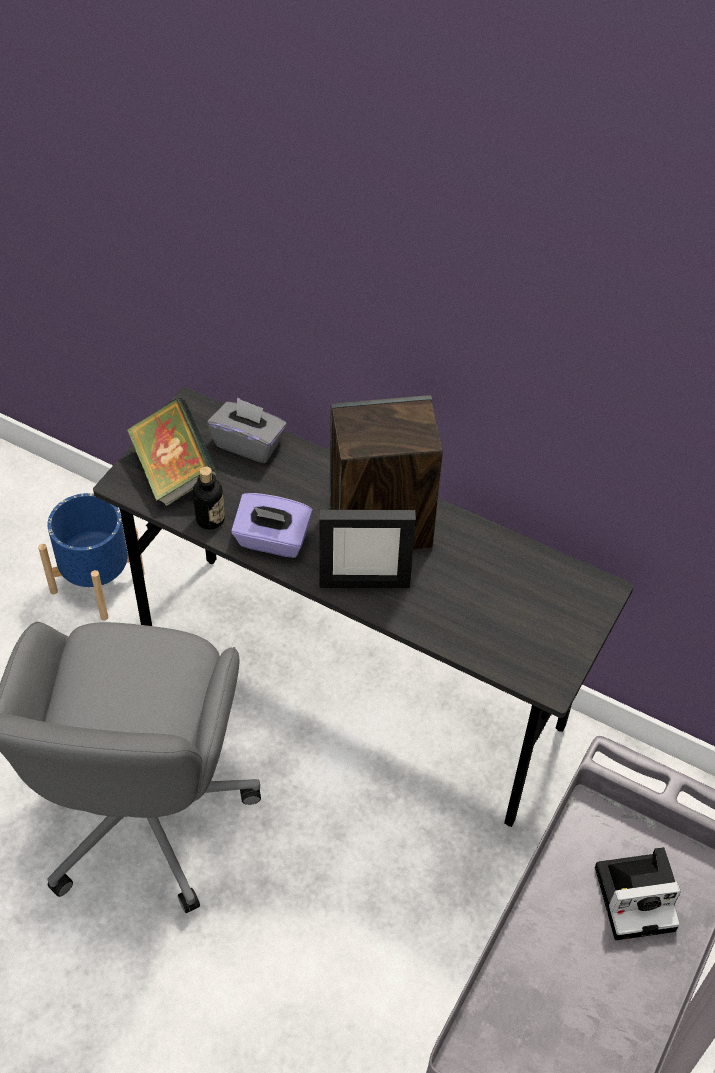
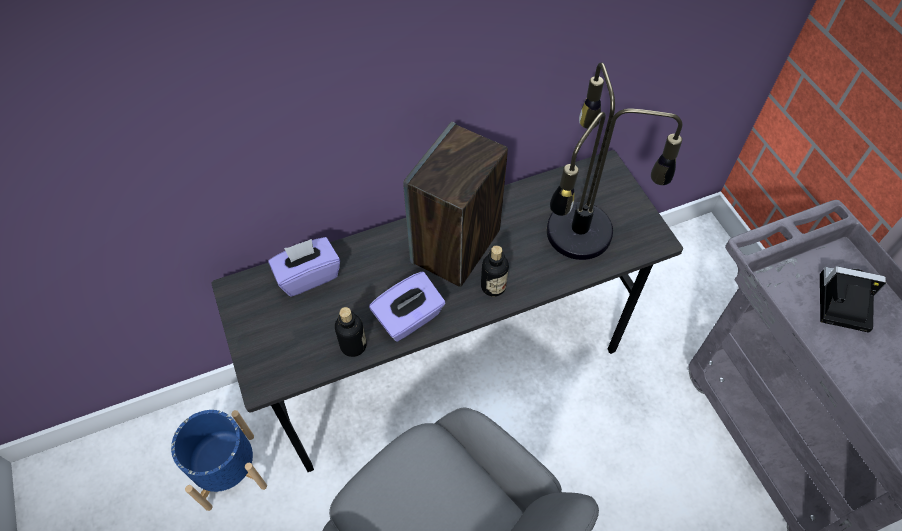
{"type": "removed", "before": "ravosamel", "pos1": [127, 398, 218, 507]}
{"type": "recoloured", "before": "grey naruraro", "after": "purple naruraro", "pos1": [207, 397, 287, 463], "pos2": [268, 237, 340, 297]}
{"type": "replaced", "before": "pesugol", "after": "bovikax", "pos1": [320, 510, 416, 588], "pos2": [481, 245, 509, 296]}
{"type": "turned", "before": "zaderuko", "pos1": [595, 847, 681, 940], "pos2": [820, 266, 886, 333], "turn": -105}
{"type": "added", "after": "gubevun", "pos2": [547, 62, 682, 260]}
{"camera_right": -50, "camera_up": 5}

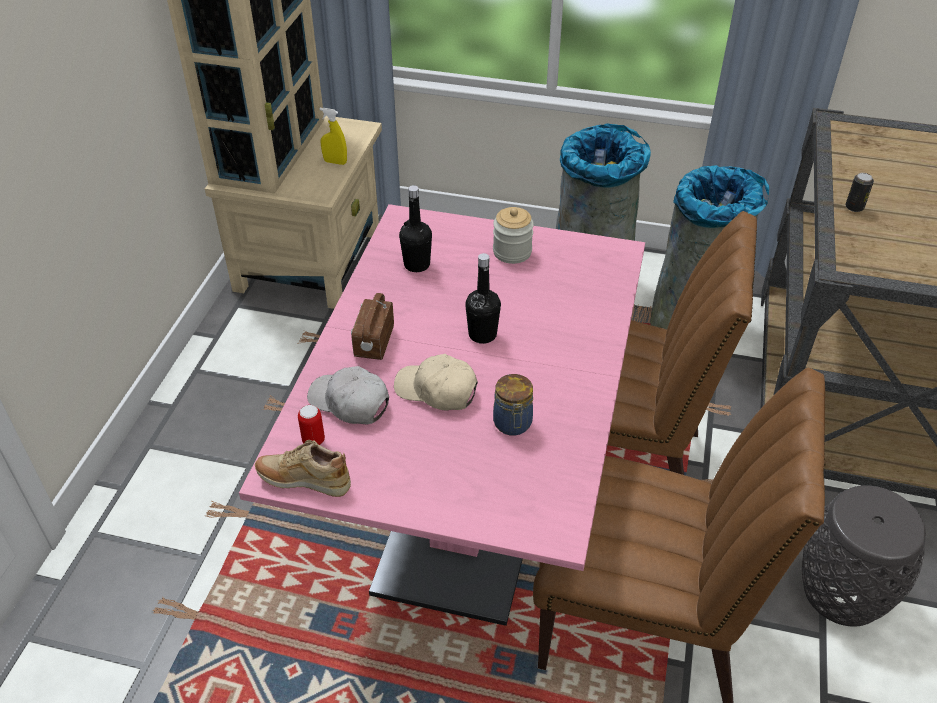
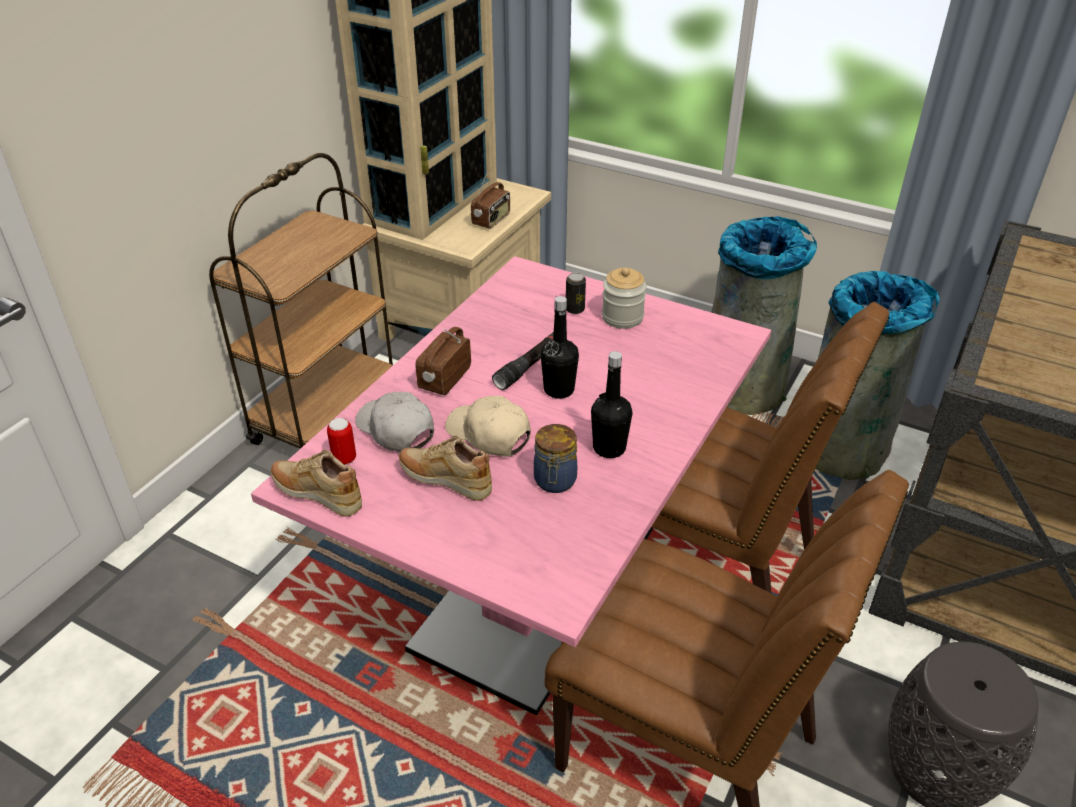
{"type": "replaced", "before": "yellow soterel", "after": "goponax", "pos1": [320, 108, 347, 165], "pos2": [471, 170, 510, 229]}
{"type": "moved", "before": "black bovikax", "pos1": [399, 185, 432, 272], "pos2": [591, 351, 632, 458]}
{"type": "moved", "before": "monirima", "pos1": [845, 173, 874, 212], "pos2": [566, 273, 586, 314]}
{"type": "added", "after": "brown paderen", "pos2": [209, 153, 393, 449]}
{"type": "added", "after": "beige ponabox", "pos2": [399, 435, 492, 501]}
{"type": "added", "after": "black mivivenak", "pos2": [492, 332, 554, 390]}
{"camera_right": 15, "camera_up": -5}

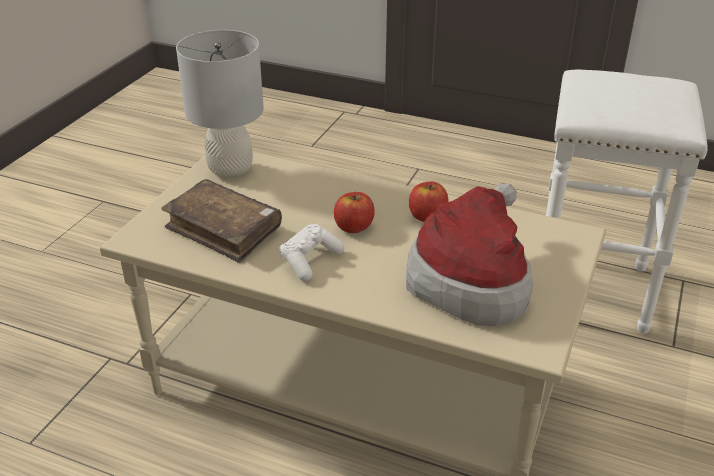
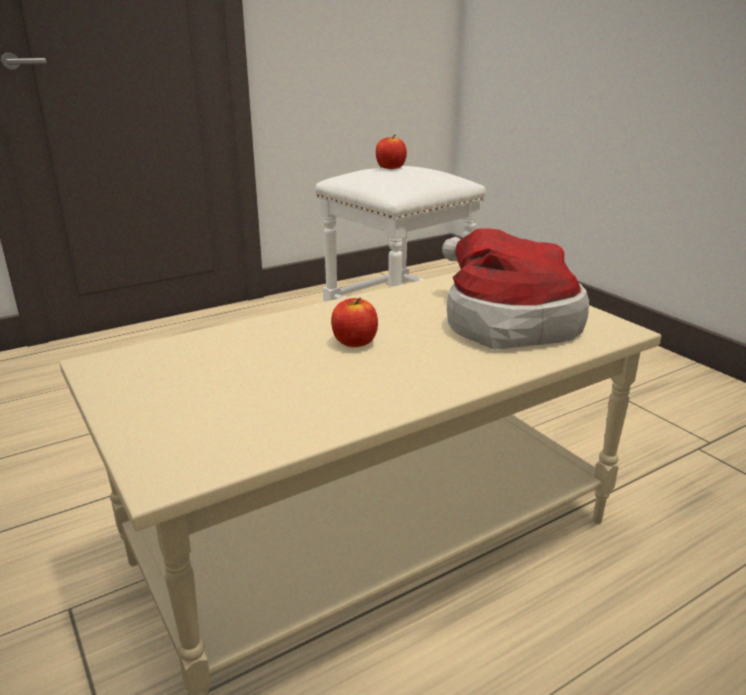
{"type": "removed", "before": "brown ravosamel", "pos1": [161, 179, 282, 263]}
{"type": "removed", "before": "grey gubevun", "pos1": [176, 30, 264, 178]}
{"type": "removed", "before": "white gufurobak", "pos1": [279, 224, 344, 281]}
{"type": "moved", "before": "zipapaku", "pos1": [409, 181, 448, 222], "pos2": [376, 135, 407, 169]}
{"camera_right": -55, "camera_up": -10}

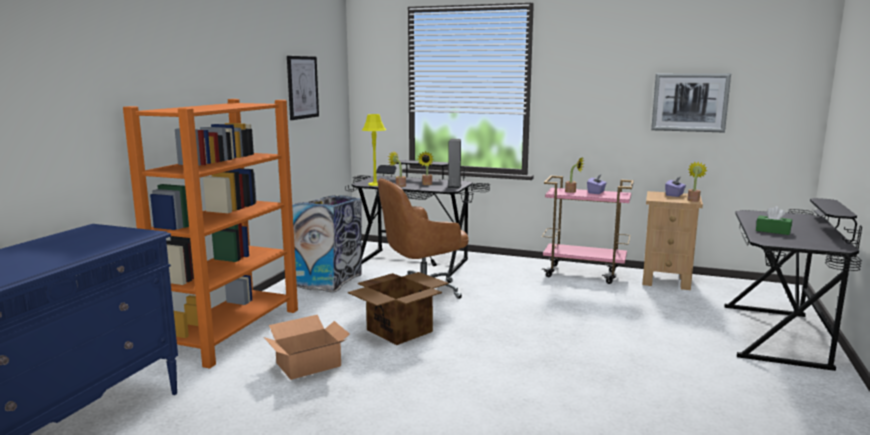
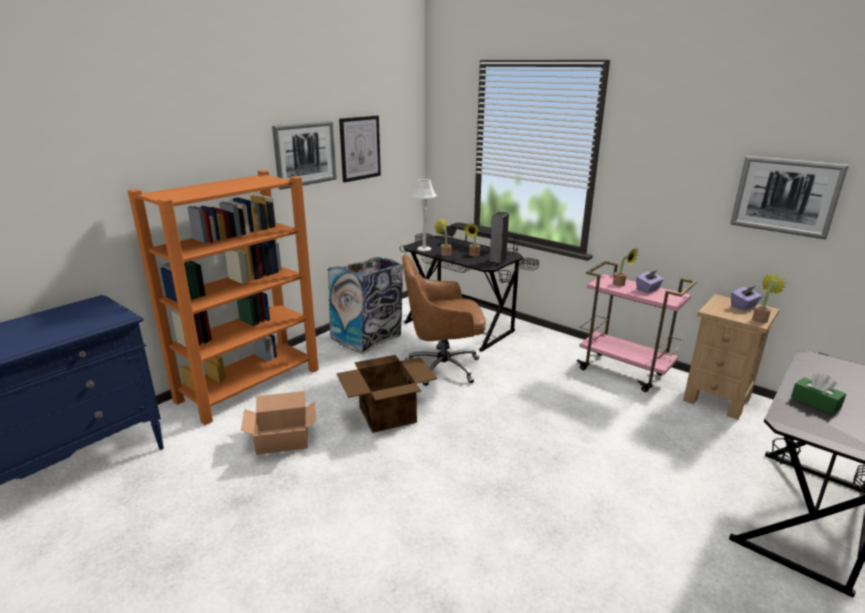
{"type": "recoloured", "before": "yellow gubevun", "after": "white gubevun", "pos1": [362, 114, 386, 186], "pos2": [411, 179, 437, 252]}
{"type": "added", "after": "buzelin", "pos2": [272, 121, 337, 190]}
{"camera_right": 20, "camera_up": 10}

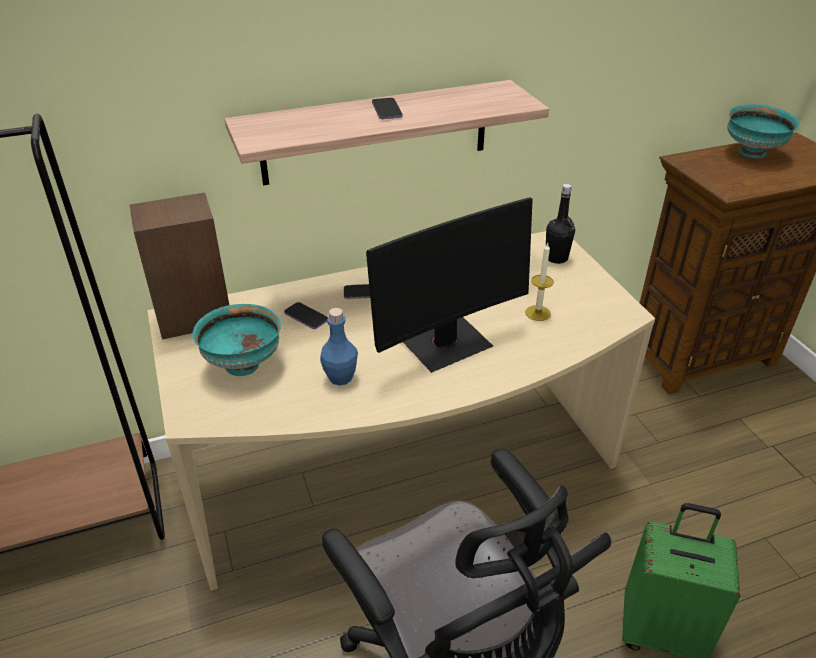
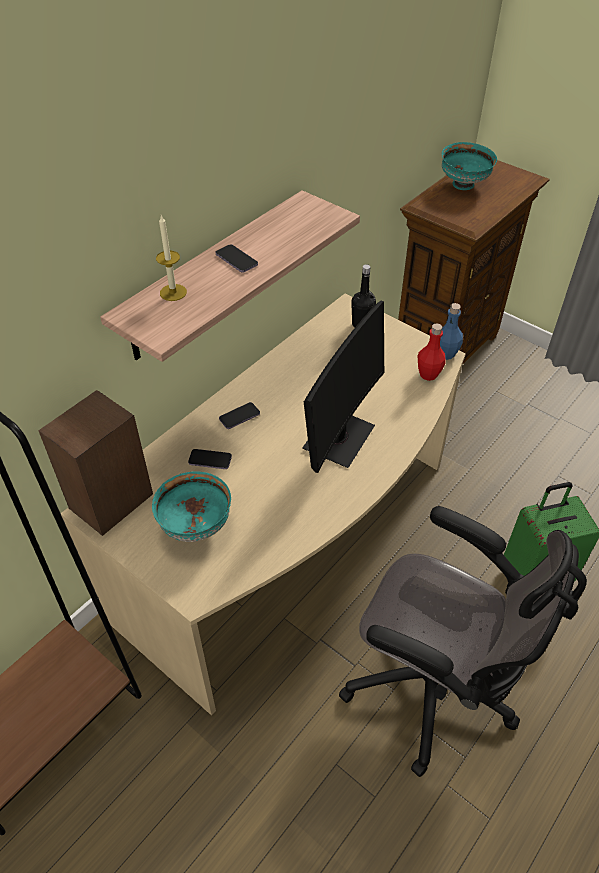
{"type": "moved", "before": "blue bovikax", "pos1": [320, 308, 358, 386], "pos2": [440, 303, 463, 360]}
{"type": "moved", "before": "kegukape", "pos1": [525, 243, 554, 321], "pos2": [156, 215, 187, 301]}
{"type": "added", "after": "red bovikax", "pos2": [418, 323, 446, 381]}
{"camera_right": -30, "camera_up": 10}

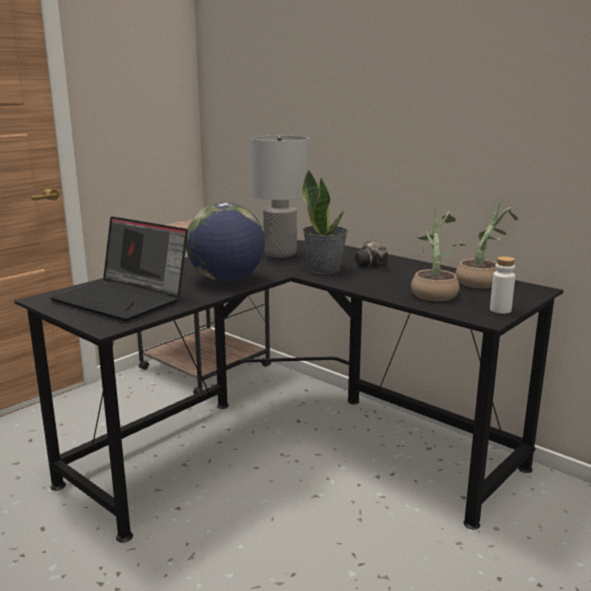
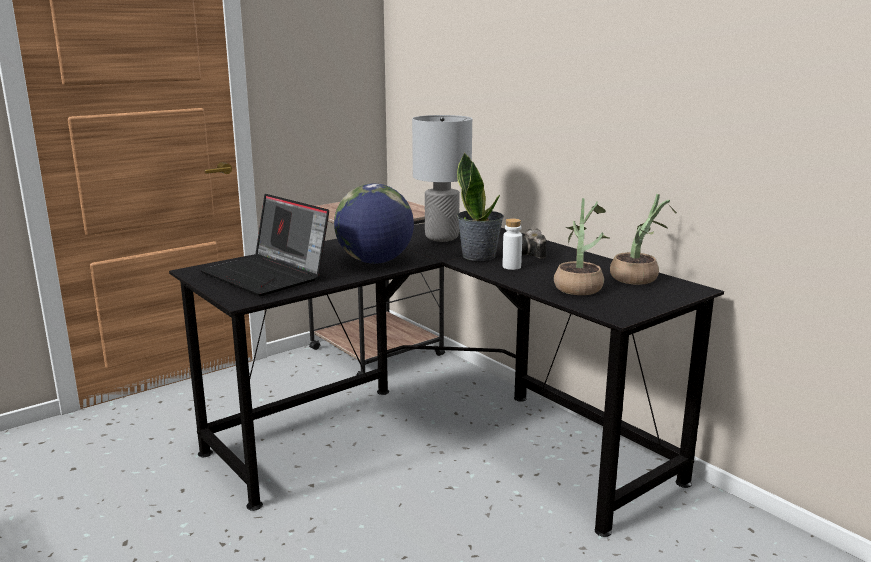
{"type": "moved", "before": "white bovikax", "pos1": [490, 256, 515, 314], "pos2": [503, 218, 522, 270]}
{"camera_right": 10, "camera_up": 0}

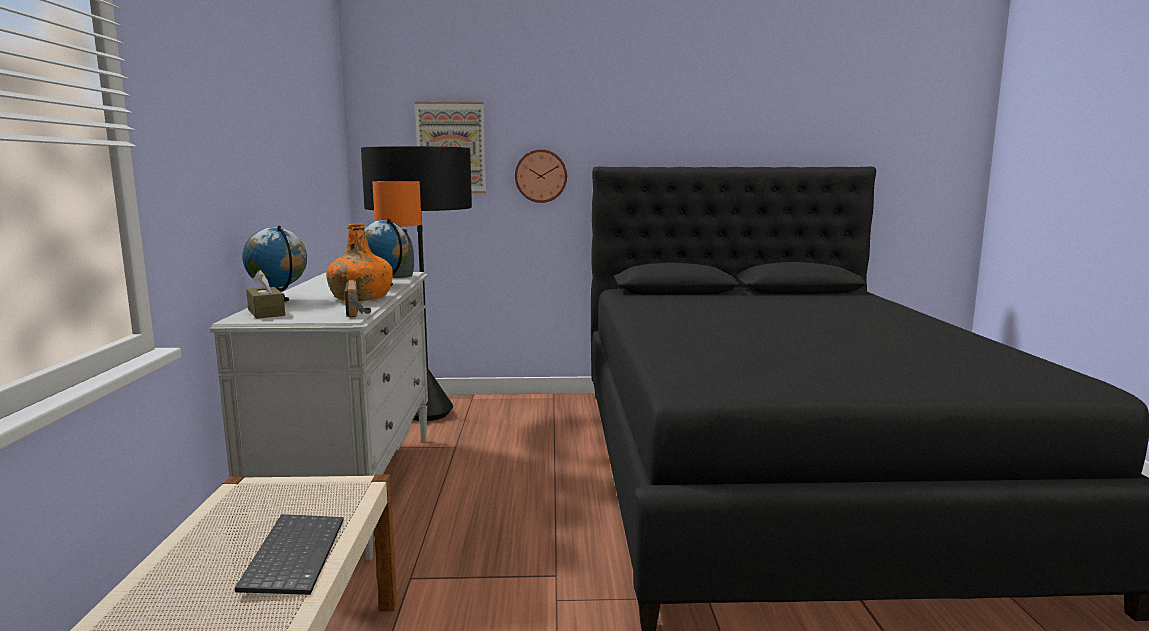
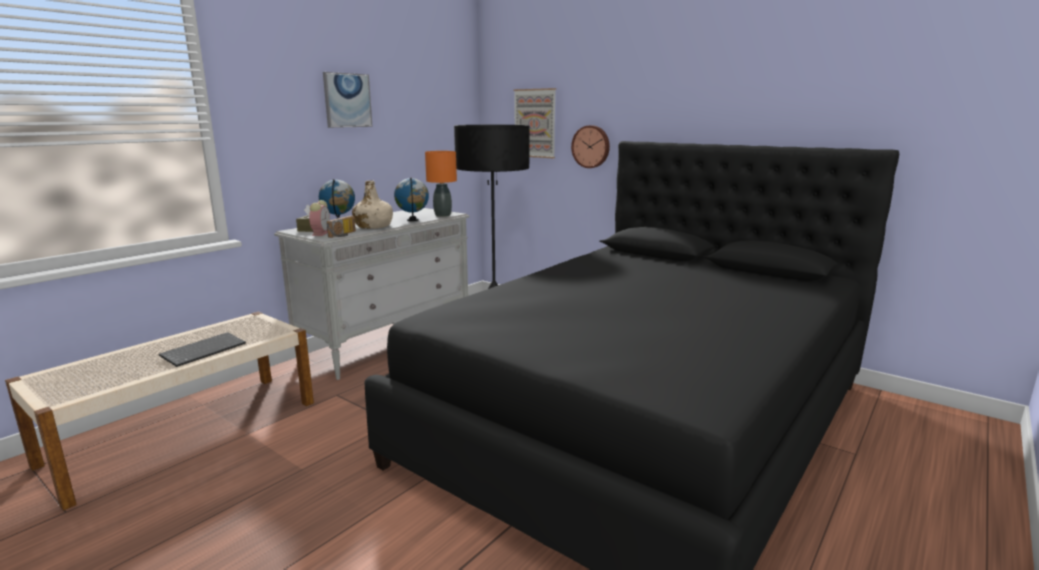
{"type": "recoloured", "before": "orange bovikax", "after": "beige bovikax", "pos1": [326, 223, 393, 301], "pos2": [352, 180, 393, 229]}
{"type": "added", "after": "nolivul", "pos2": [309, 200, 330, 236]}
{"type": "added", "after": "buzelin", "pos2": [323, 72, 373, 128]}
{"camera_right": 40, "camera_up": 5}

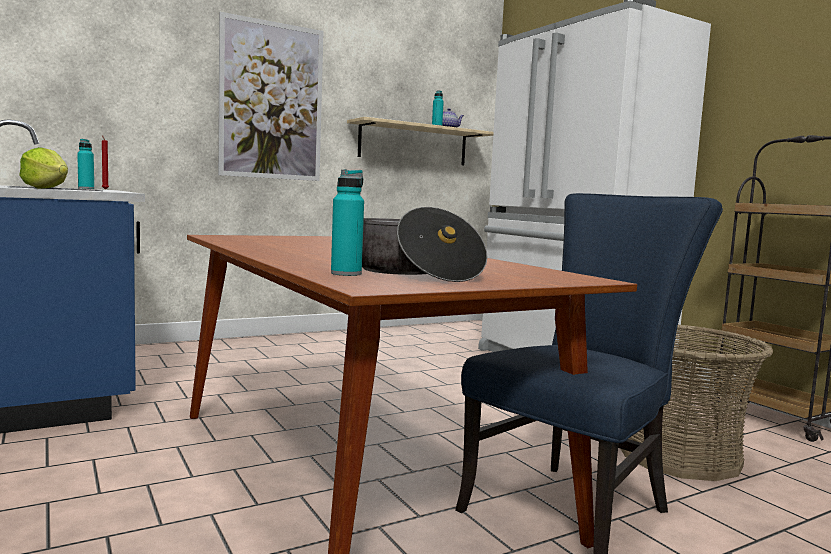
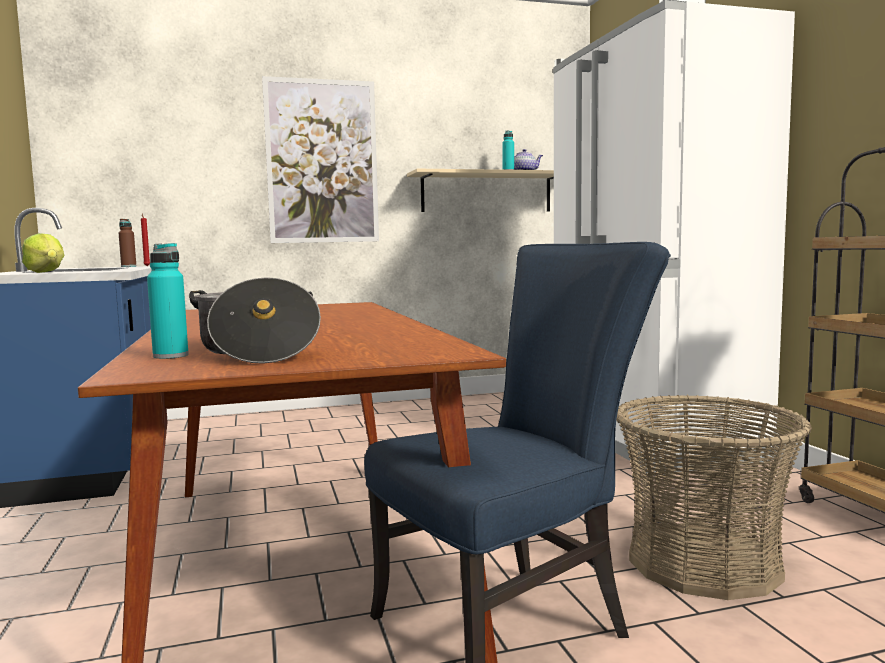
{"type": "recoloured", "before": "turquoise bovikax", "after": "brown bovikax", "pos1": [77, 139, 94, 189], "pos2": [119, 219, 136, 267]}
{"camera_right": 15, "camera_up": 0}

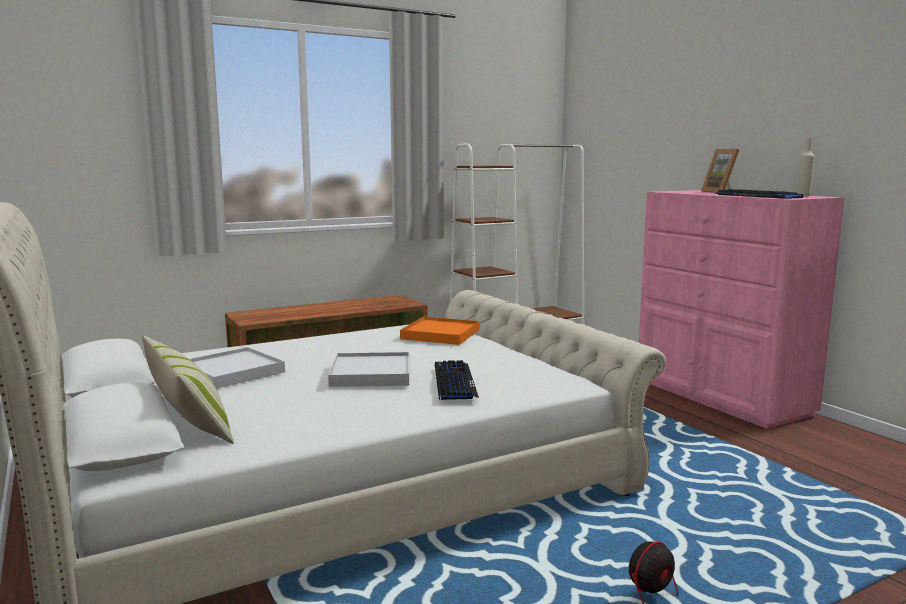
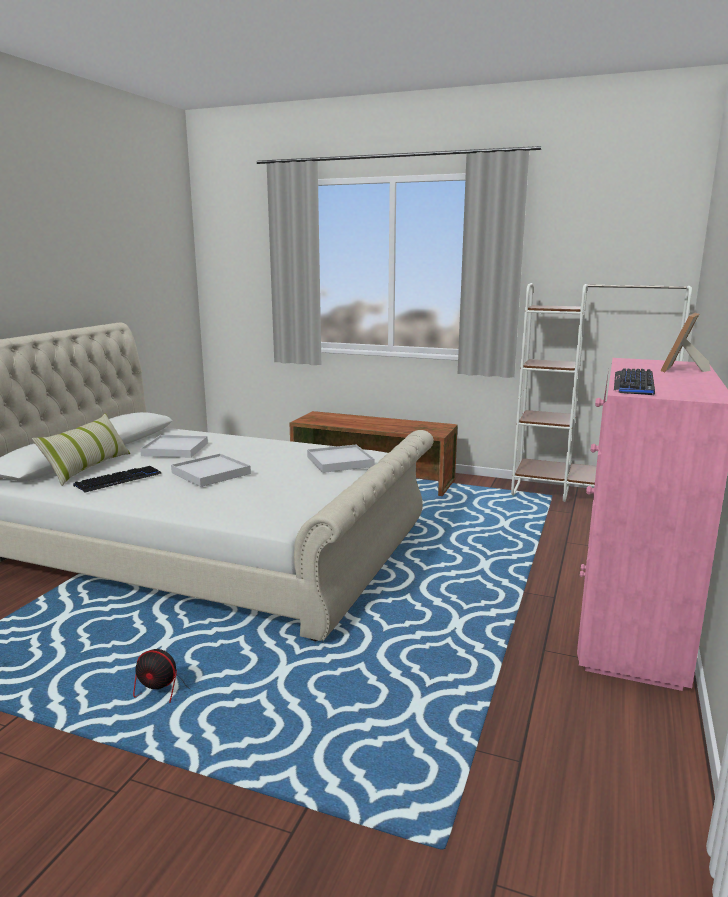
{"type": "recoloured", "before": "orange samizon", "after": "white samizon", "pos1": [400, 317, 479, 345], "pos2": [307, 445, 375, 473]}
{"type": "moved", "before": "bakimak", "pos1": [435, 360, 479, 400], "pos2": [73, 466, 161, 493]}
{"type": "removed", "before": "beige bovikax", "pos1": [796, 138, 814, 197]}
{"camera_right": 50, "camera_up": 5}

